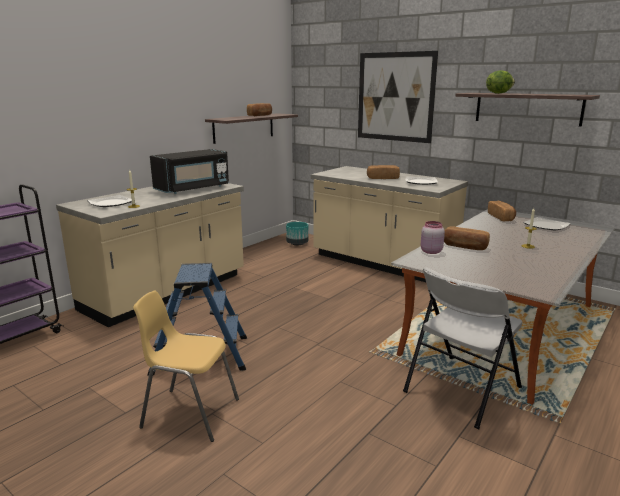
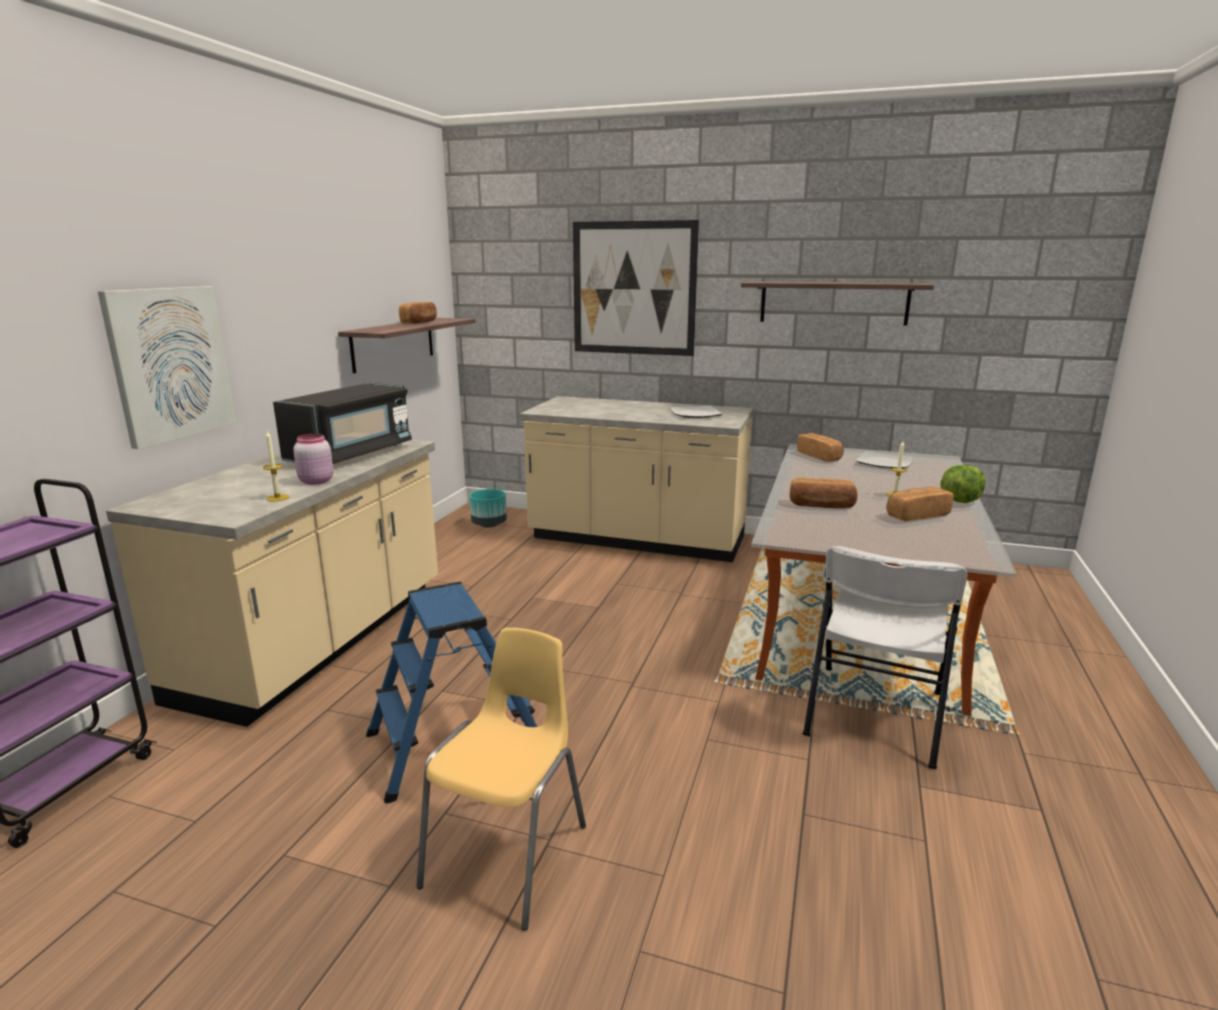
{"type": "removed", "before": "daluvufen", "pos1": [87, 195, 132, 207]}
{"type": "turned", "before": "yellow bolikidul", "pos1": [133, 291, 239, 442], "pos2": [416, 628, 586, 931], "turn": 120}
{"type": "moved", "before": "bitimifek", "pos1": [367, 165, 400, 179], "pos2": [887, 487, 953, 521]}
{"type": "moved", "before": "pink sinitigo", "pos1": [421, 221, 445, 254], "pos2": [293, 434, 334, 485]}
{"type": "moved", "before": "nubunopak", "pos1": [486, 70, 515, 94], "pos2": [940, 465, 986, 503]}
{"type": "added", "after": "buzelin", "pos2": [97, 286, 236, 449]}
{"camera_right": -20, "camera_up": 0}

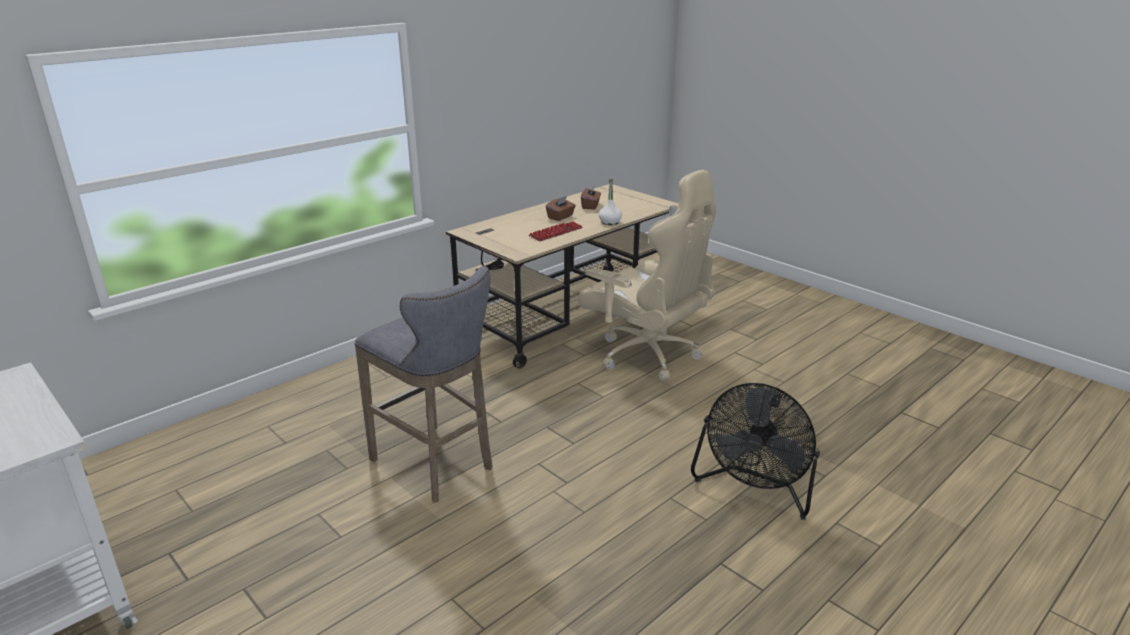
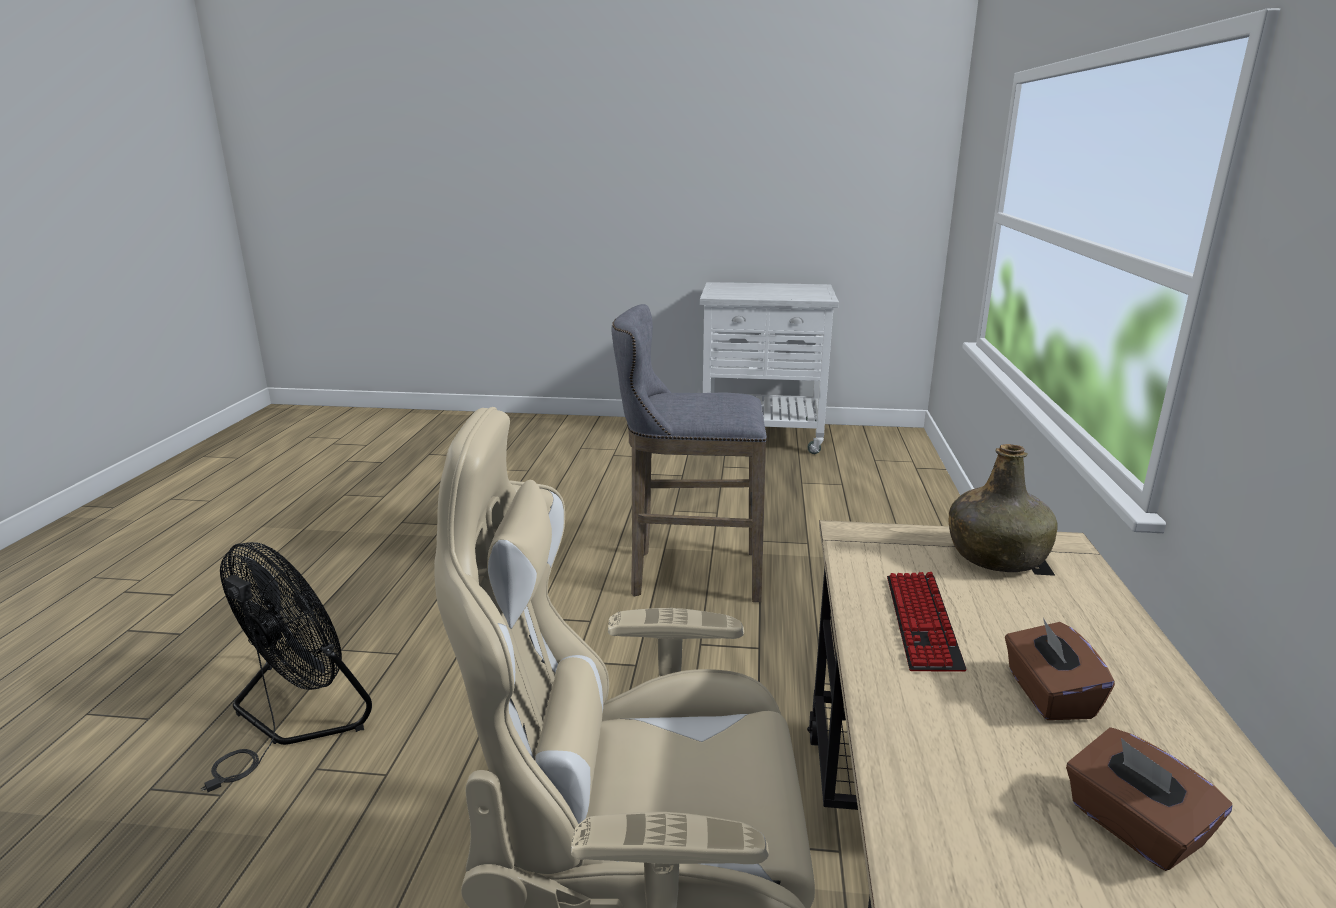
{"type": "removed", "before": "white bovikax", "pos1": [599, 179, 622, 225]}
{"type": "turned", "before": "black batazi", "pos1": [691, 383, 820, 520], "pos2": [202, 542, 372, 792], "turn": 45}
{"type": "added", "after": "green bovikax", "pos2": [949, 444, 1058, 572]}
{"camera_right": 140, "camera_up": -5}

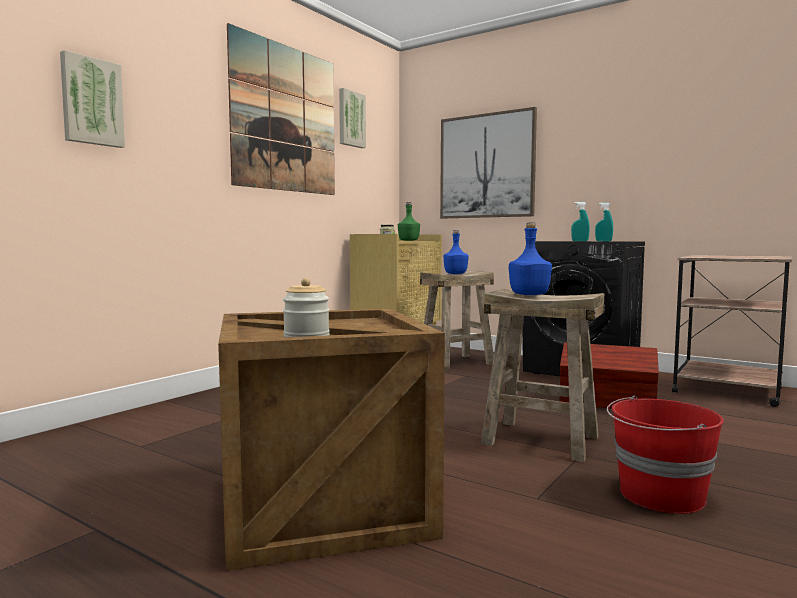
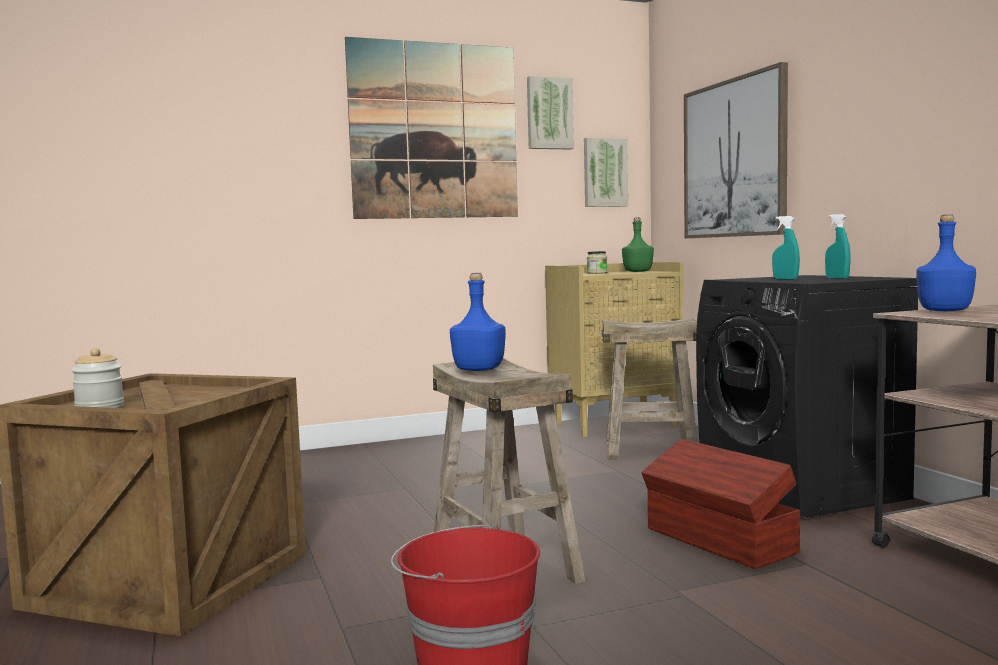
{"type": "moved", "before": "buzelin", "pos1": [60, 50, 125, 148], "pos2": [584, 138, 628, 207]}
{"type": "moved", "before": "blue bovikax", "pos1": [443, 230, 468, 274], "pos2": [916, 215, 976, 311]}
{"camera_right": 35, "camera_up": 0}

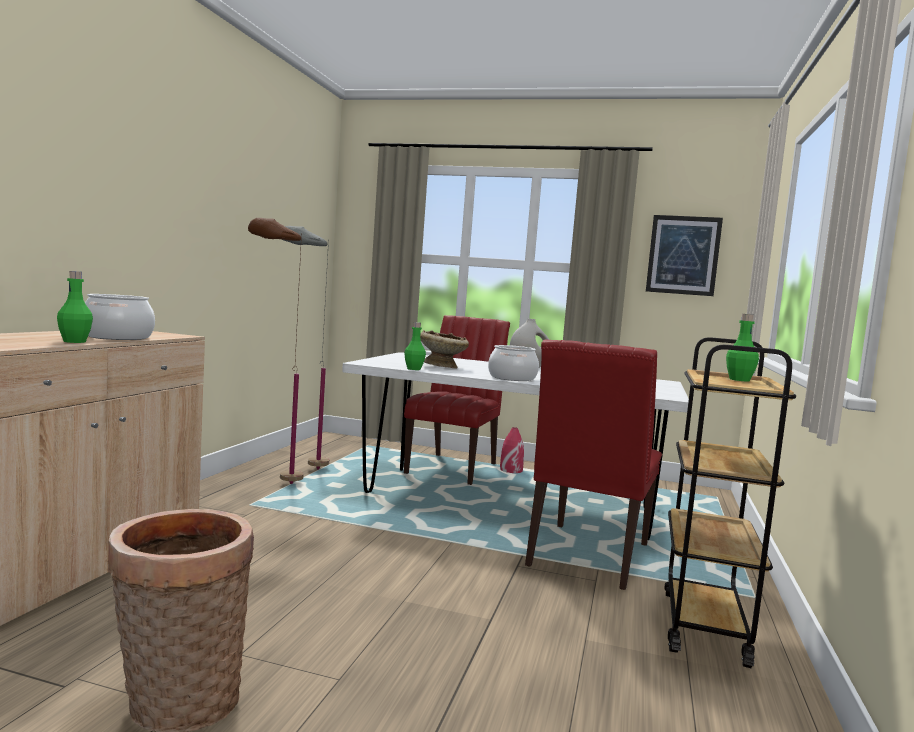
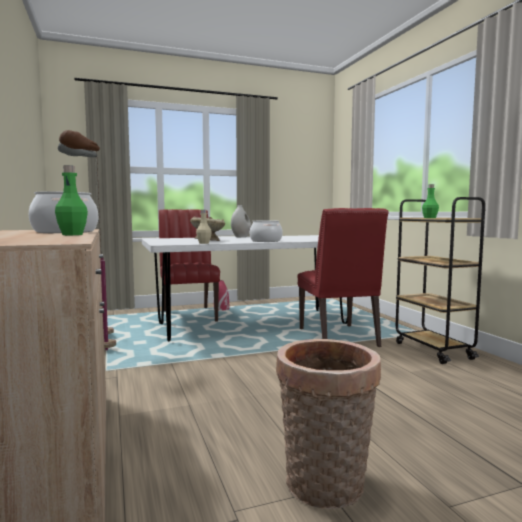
{"type": "recoloured", "before": "green bovikax", "after": "beige bovikax", "pos1": [404, 322, 426, 370], "pos2": [196, 210, 212, 244]}
{"type": "removed", "before": "buzelin", "pos1": [646, 215, 723, 296]}
{"camera_right": -35, "camera_up": 0}

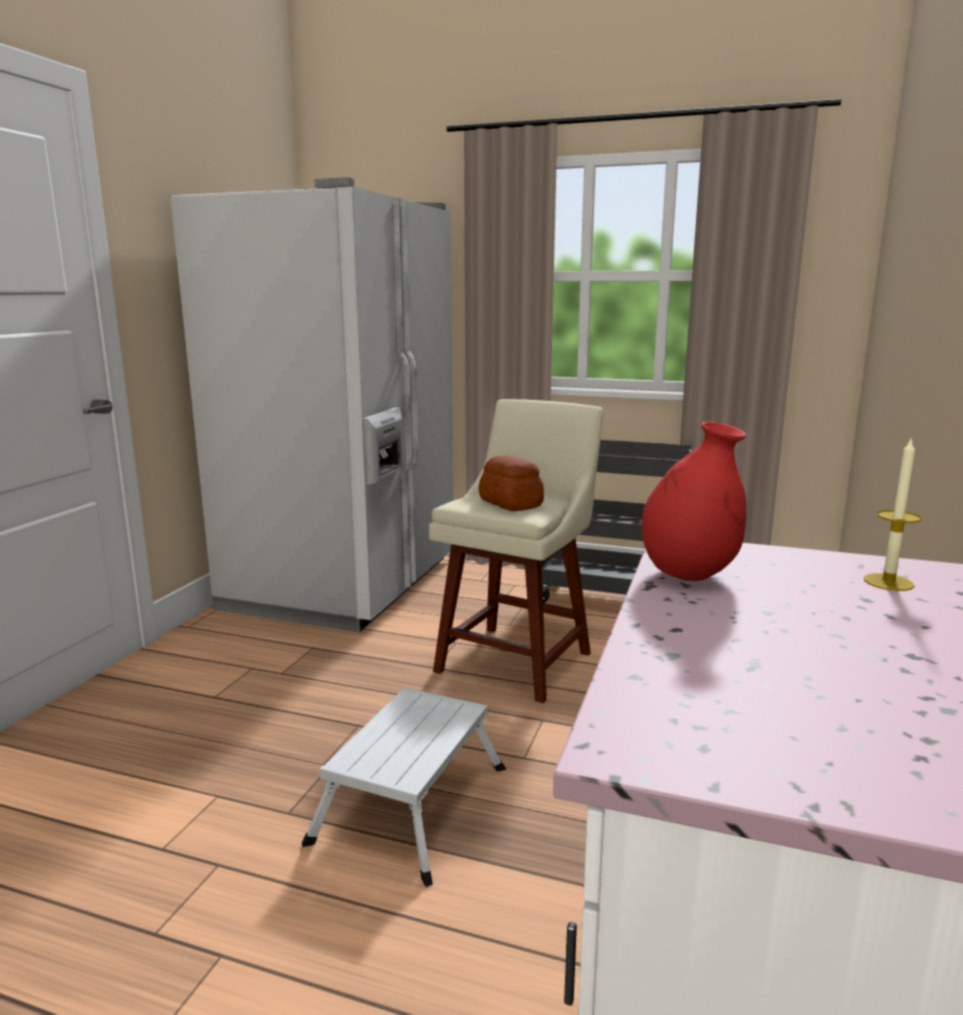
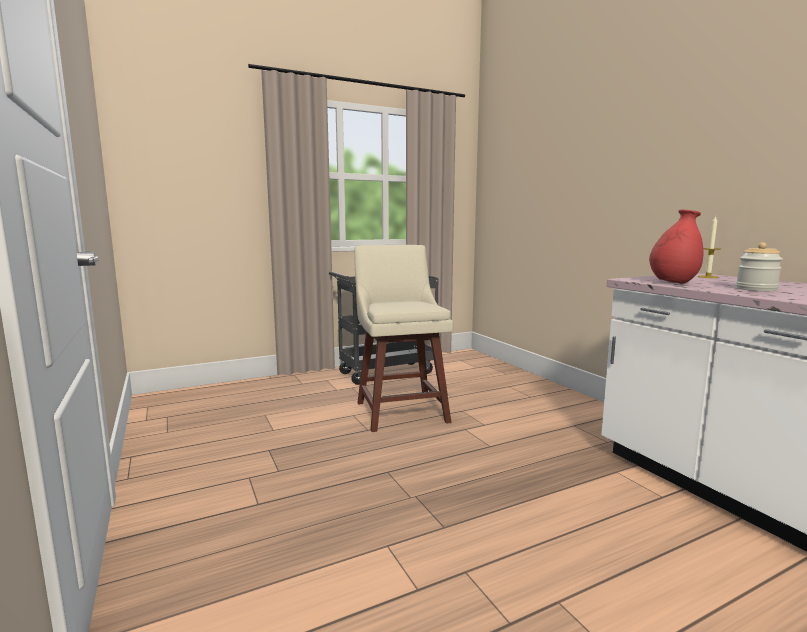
{"type": "removed", "before": "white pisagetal", "pos1": [170, 177, 453, 633]}
{"type": "removed", "before": "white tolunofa", "pos1": [302, 687, 506, 887]}
{"type": "removed", "before": "bitimifek", "pos1": [479, 455, 544, 511]}
{"type": "added", "after": "sinitigo", "pos2": [736, 242, 783, 291]}
{"camera_right": -45, "camera_up": -5}

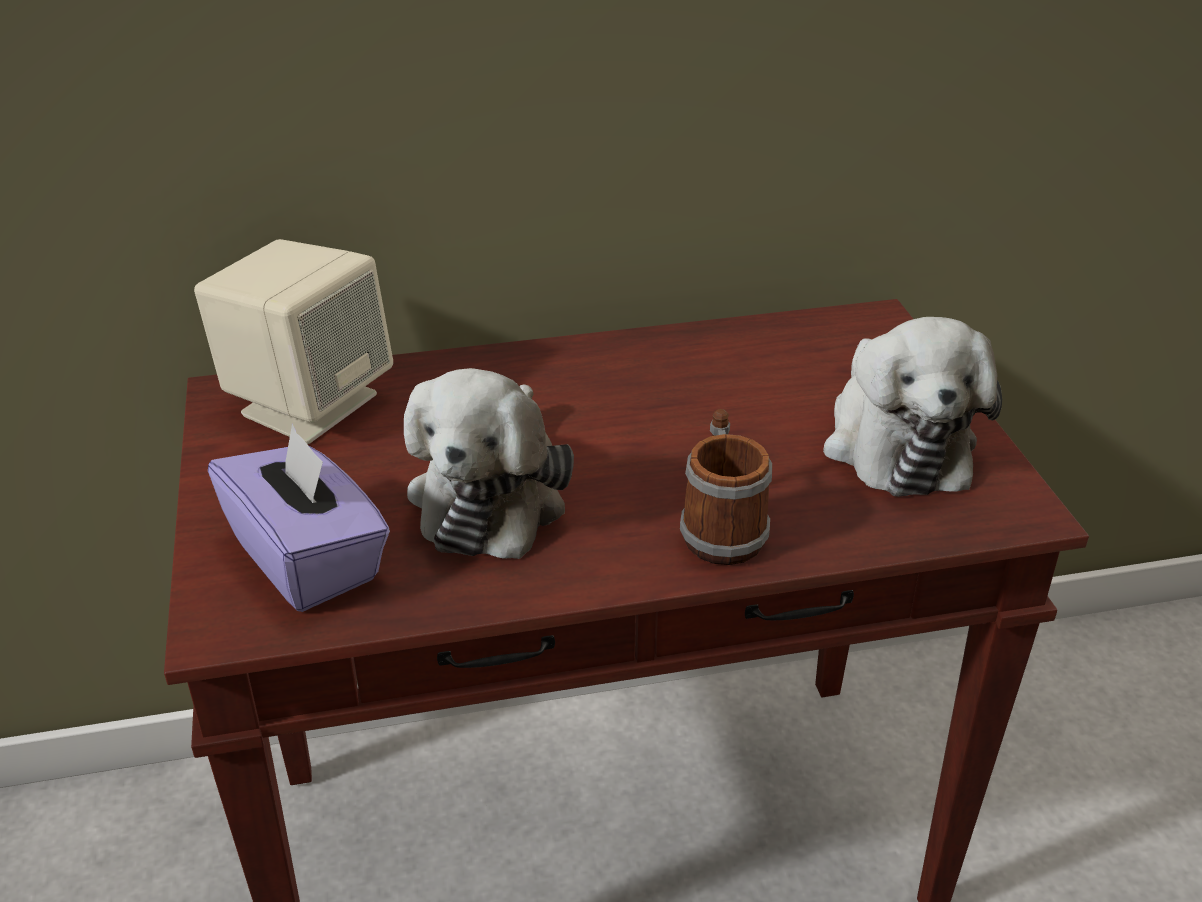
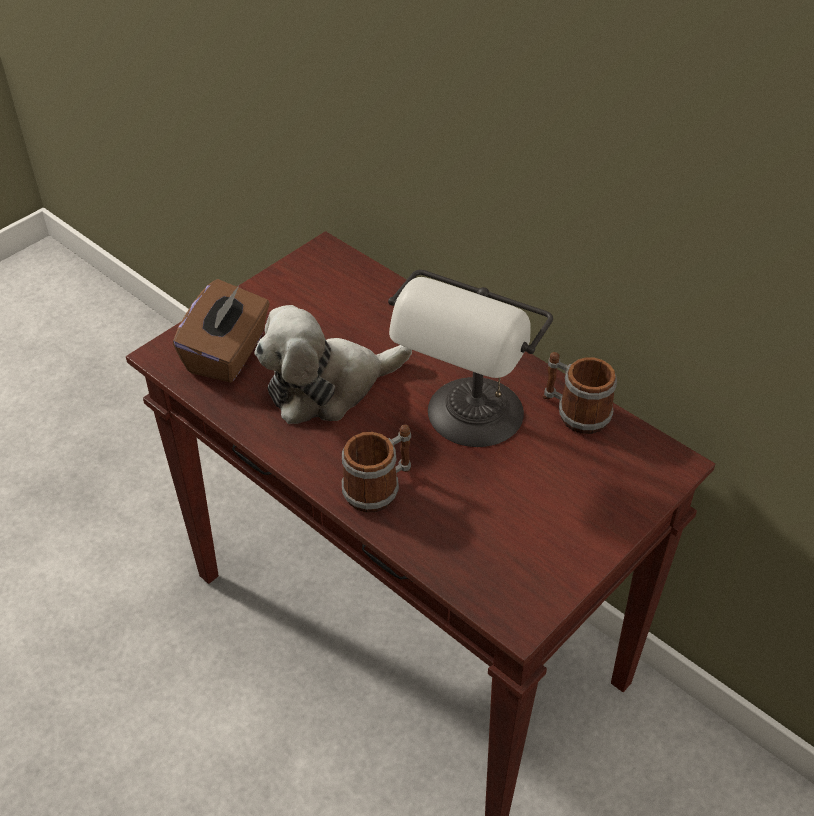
{"type": "removed", "before": "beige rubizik", "pos1": [194, 239, 393, 444]}
{"type": "recoloured", "before": "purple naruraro", "after": "brown naruraro", "pos1": [208, 423, 390, 612], "pos2": [173, 279, 270, 383]}
{"type": "removed", "before": "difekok", "pos1": [823, 317, 1002, 497]}
{"type": "added", "after": "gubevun", "pos2": [388, 270, 553, 447]}
{"type": "added", "after": "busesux", "pos2": [543, 352, 617, 434]}
{"camera_right": 55, "camera_up": 10}

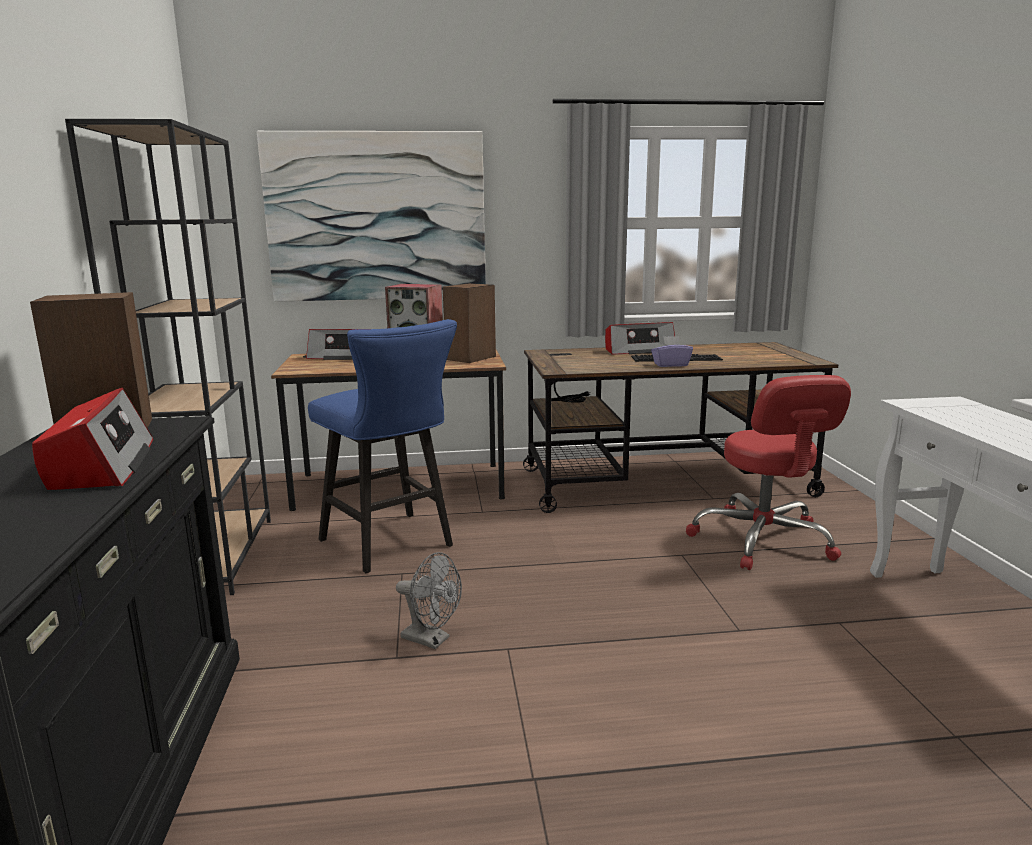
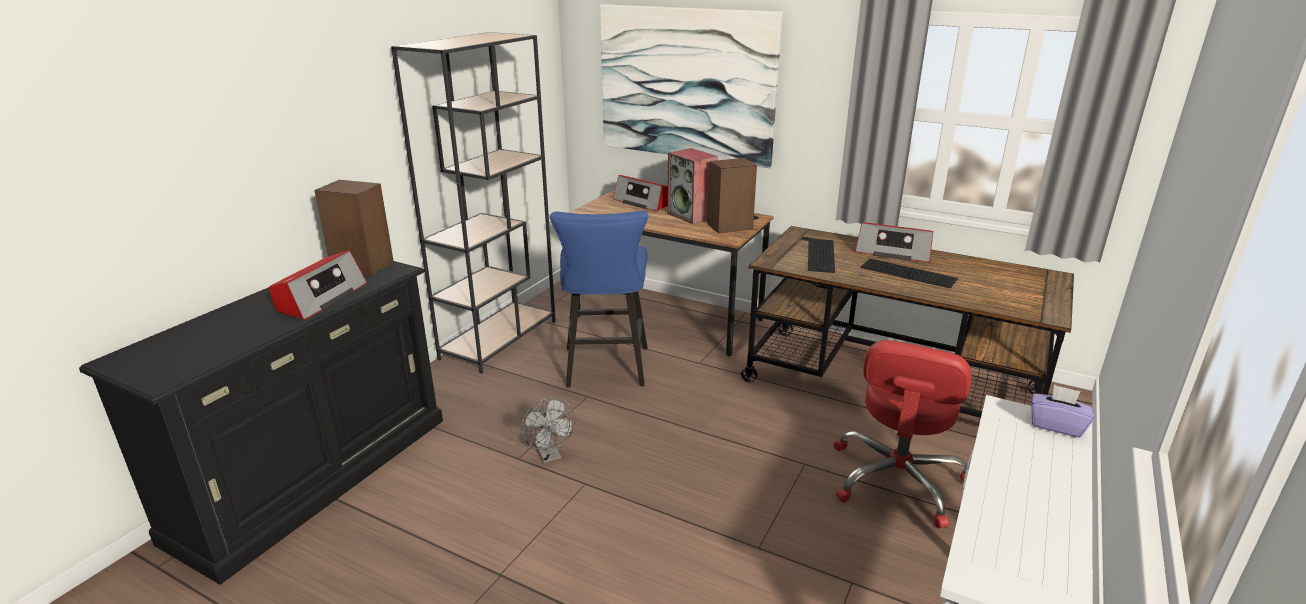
{"type": "moved", "before": "purple naruraro", "pos1": [651, 336, 693, 367], "pos2": [1031, 385, 1094, 438]}
{"type": "added", "after": "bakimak", "pos2": [808, 239, 835, 273]}
{"camera_right": 35, "camera_up": 10}

